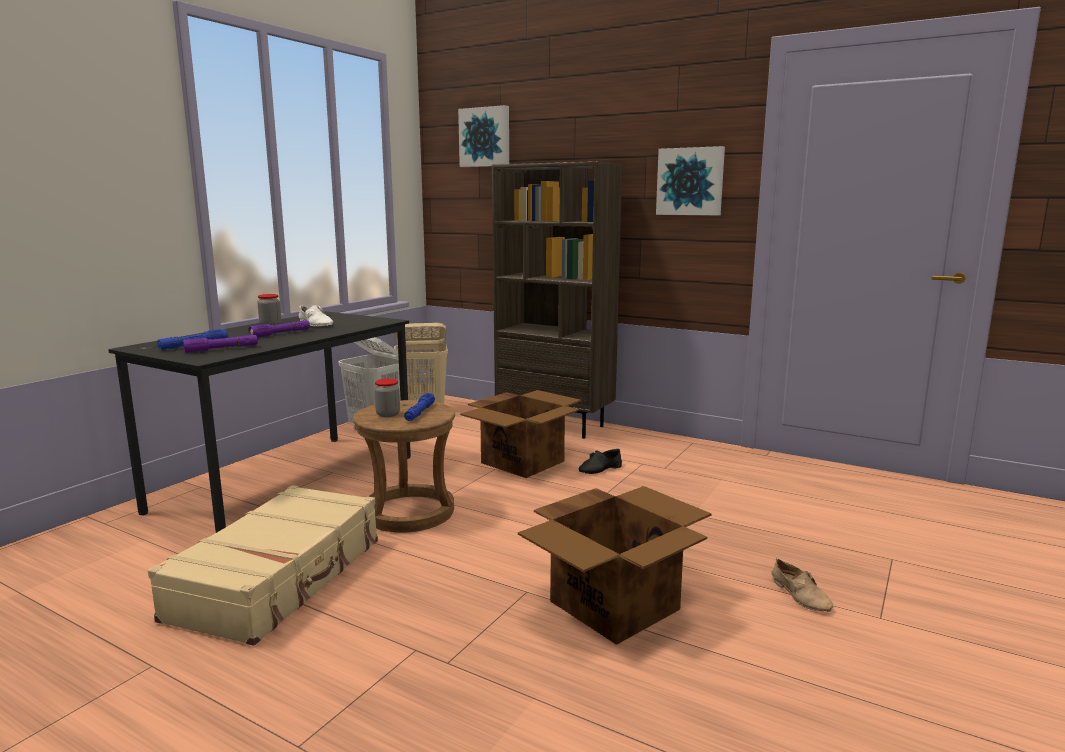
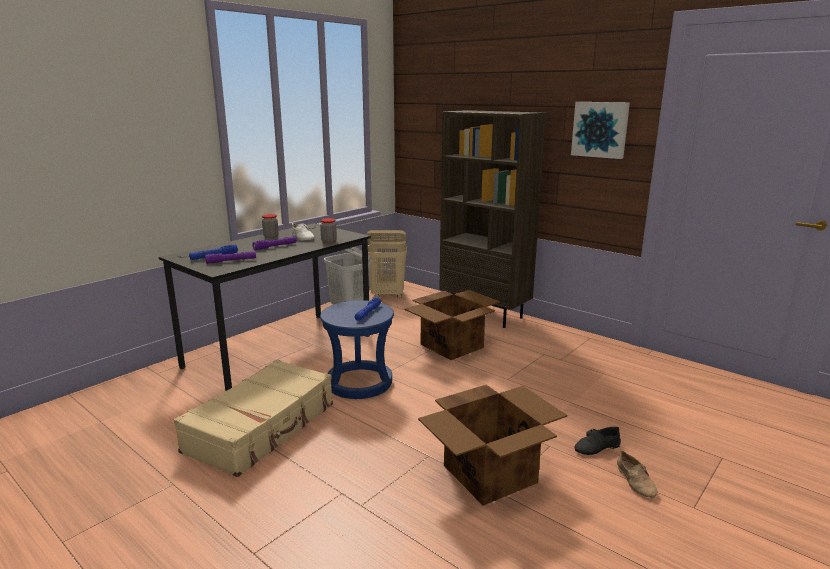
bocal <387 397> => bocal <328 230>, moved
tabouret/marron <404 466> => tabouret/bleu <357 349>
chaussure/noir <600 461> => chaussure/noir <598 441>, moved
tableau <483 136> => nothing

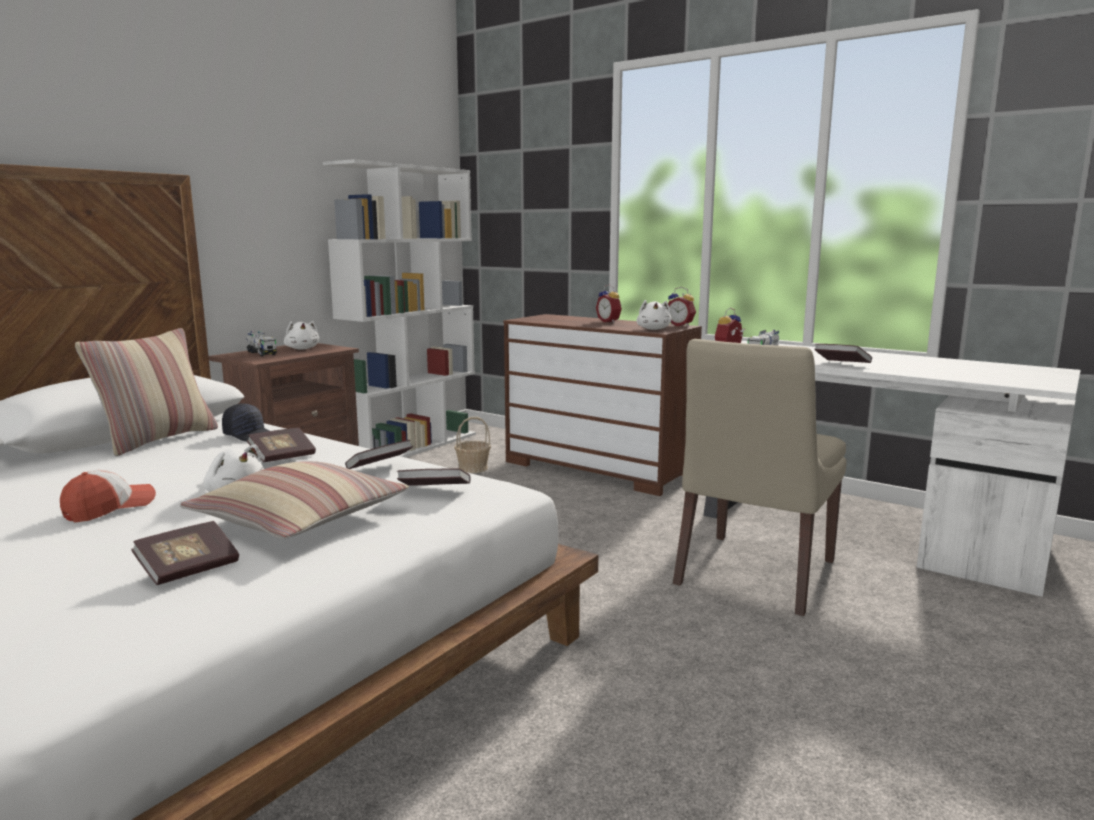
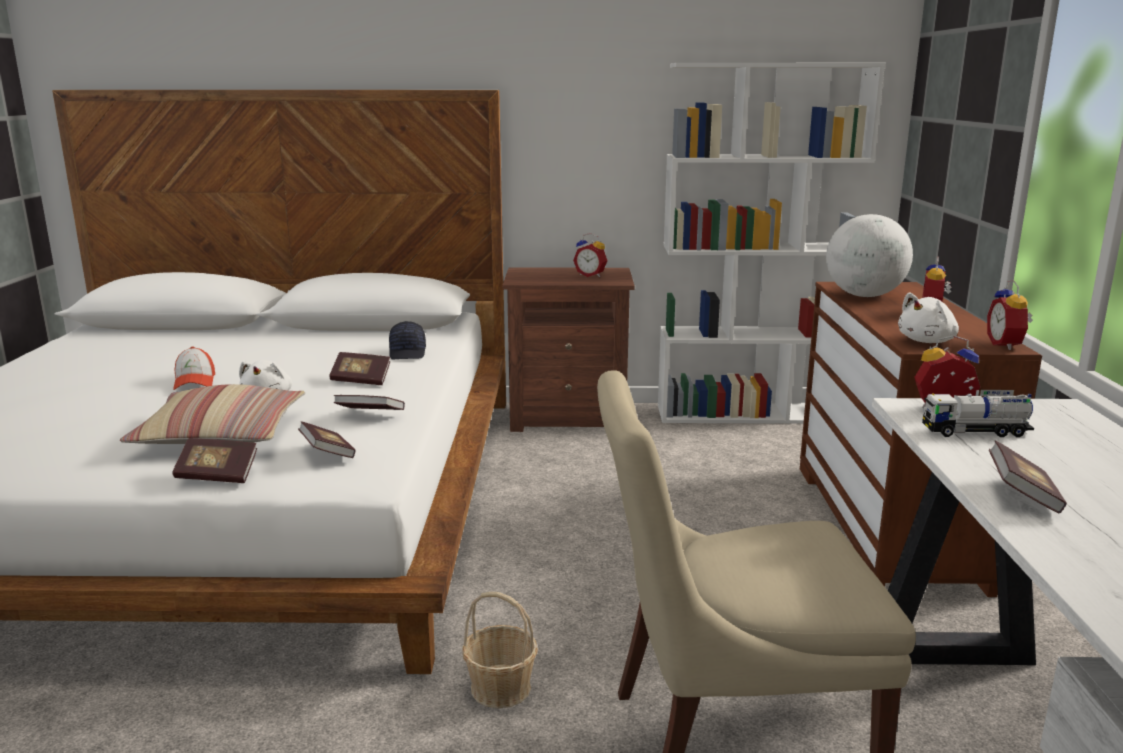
livre <185 553> => livre <214 460>, moved
casquette <108 496> => casquette <194 368>, 75 degrees clockwise
panier <472 445> => panier <500 650>, moved
peluche/blanc <301 335> => réveil <590 255>
nothing => globe <869 255>
coussin <146 392> => nothing
camion jouet <261 344> => nothing

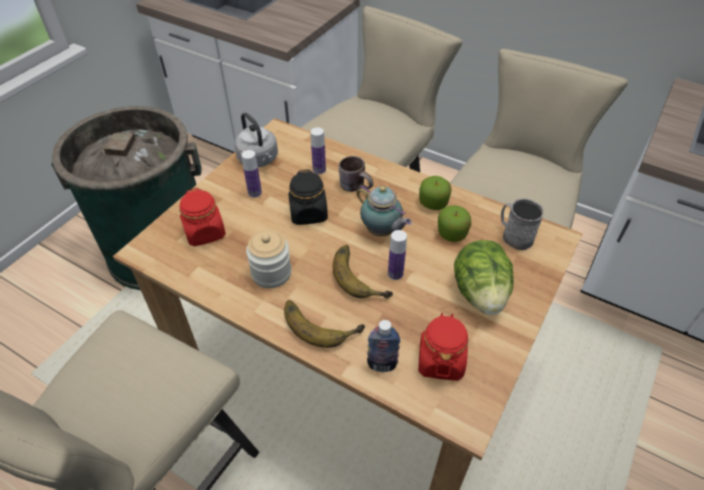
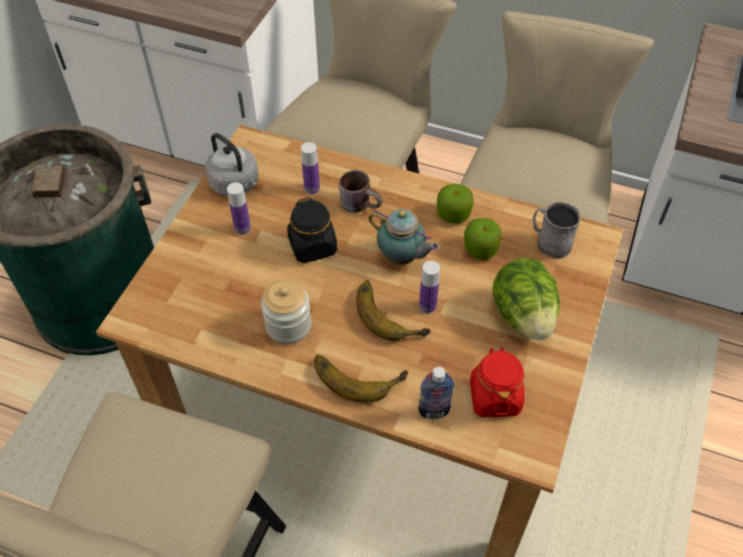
bocal/rouge <203 217> => nothing

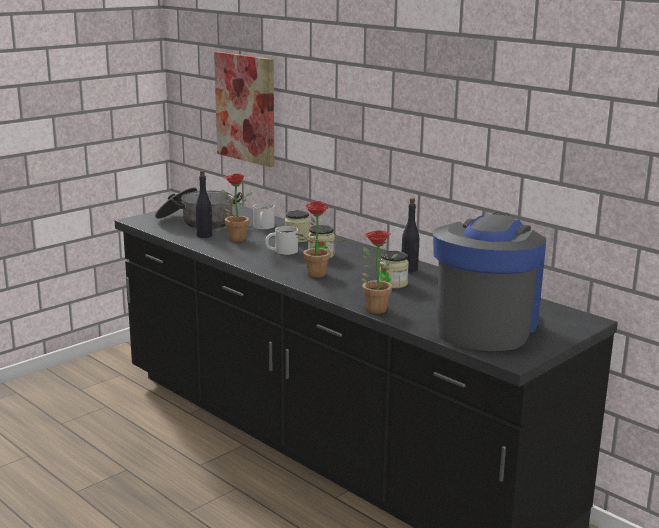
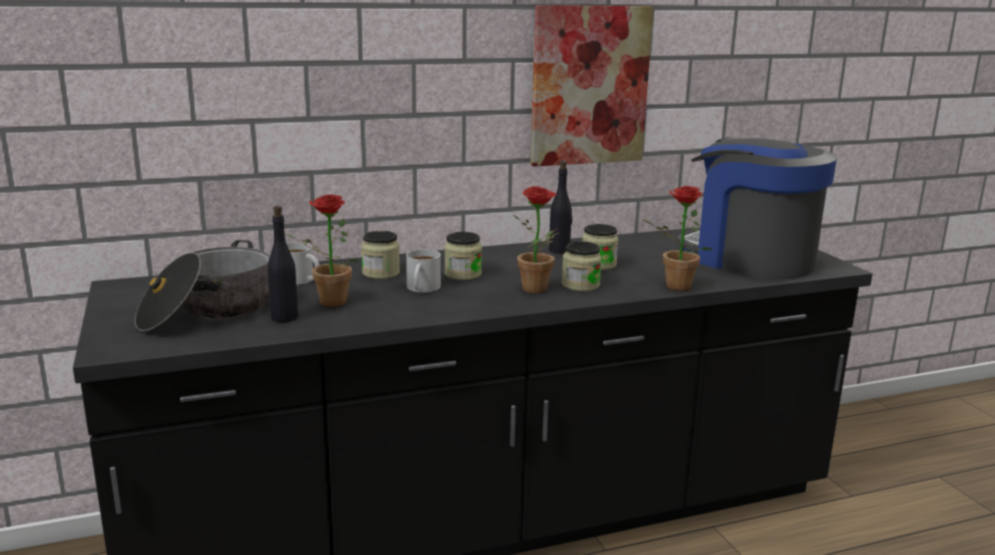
tableau <244 109> => tableau <592 86>, moved
nothing => bocal <582 266>

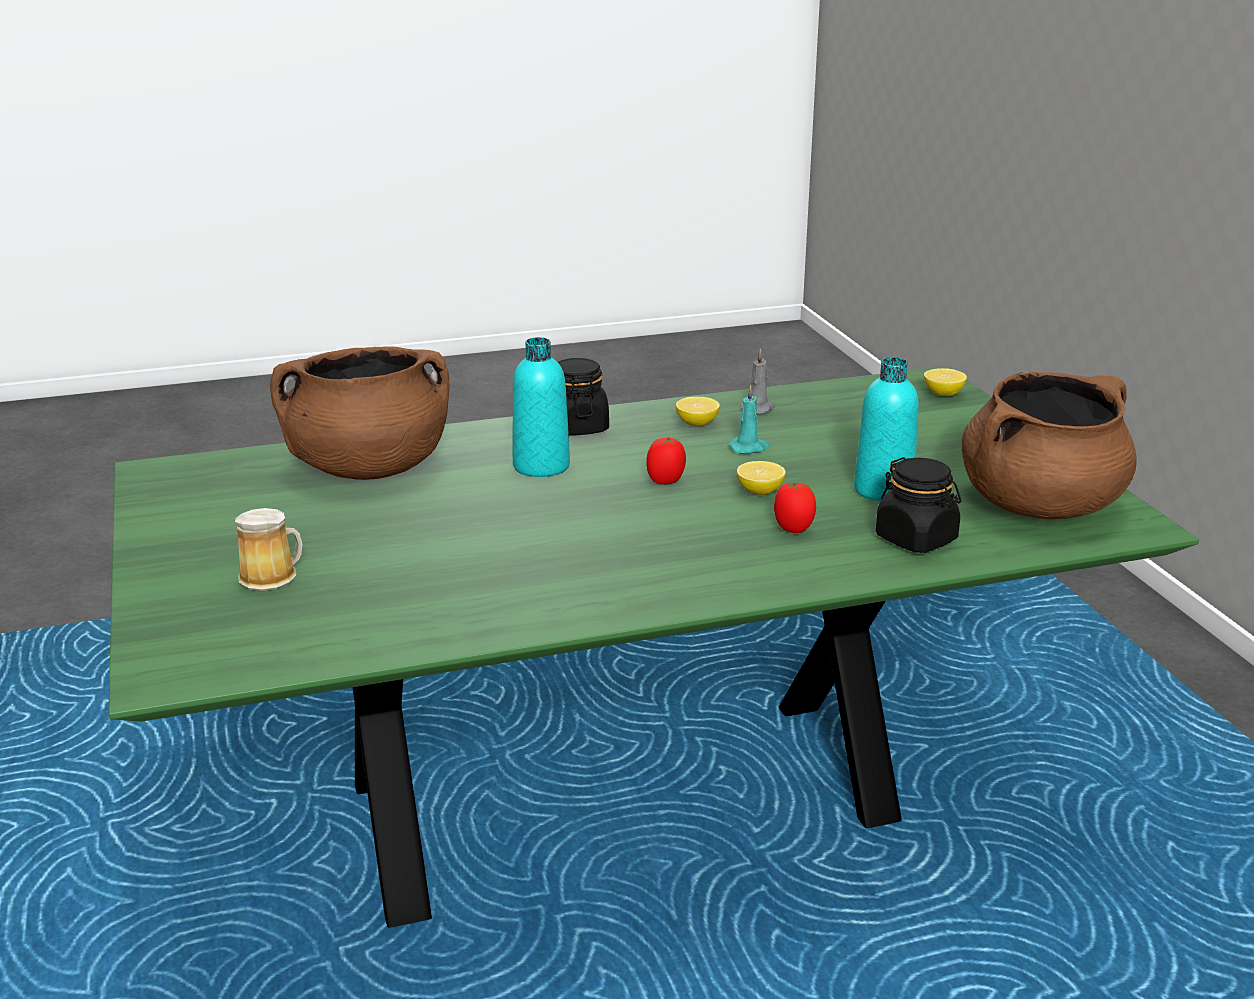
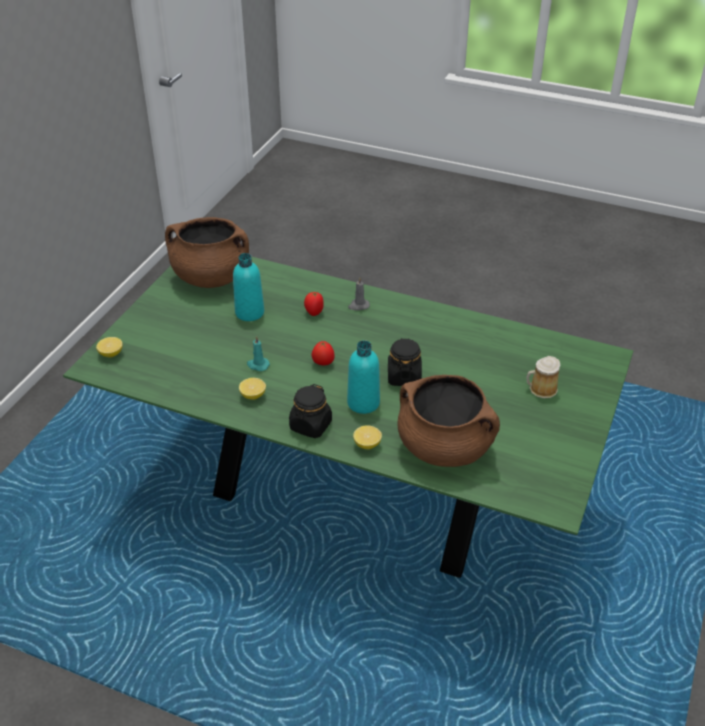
bougie/gris <757 381> => bougie/gris <359 294>, moved
citron <761 478> => citron <367 437>, moved
bocal/noir <918 505> => bocal/noir <405 362>, moved

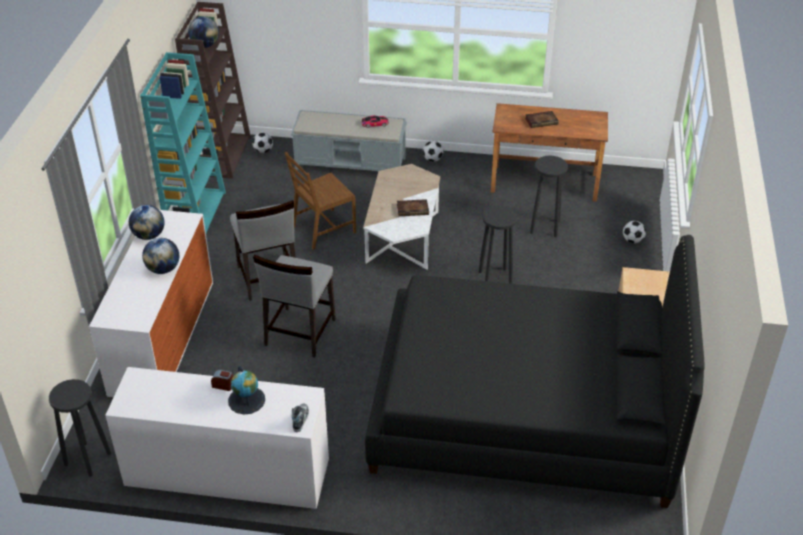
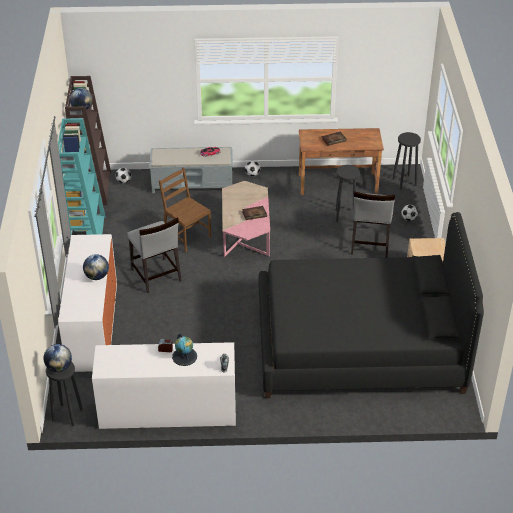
globe <146 222> => globe <57 358>, moved
chaise/marron <320 201> => chaise/marron <185 209>, 90 degrees clockwise
table basse/blanc <401 217> => table basse/rose <246 219>
chaise/gris <294 306> => chaise/gris <373 224>, moved
tabouret/noir <498 245> => tabouret/noir <406 160>, moved

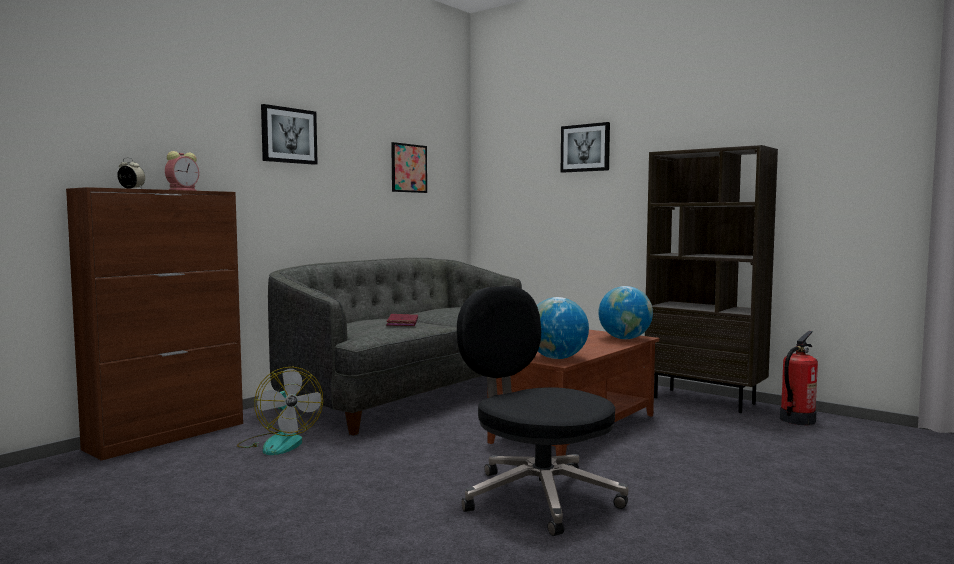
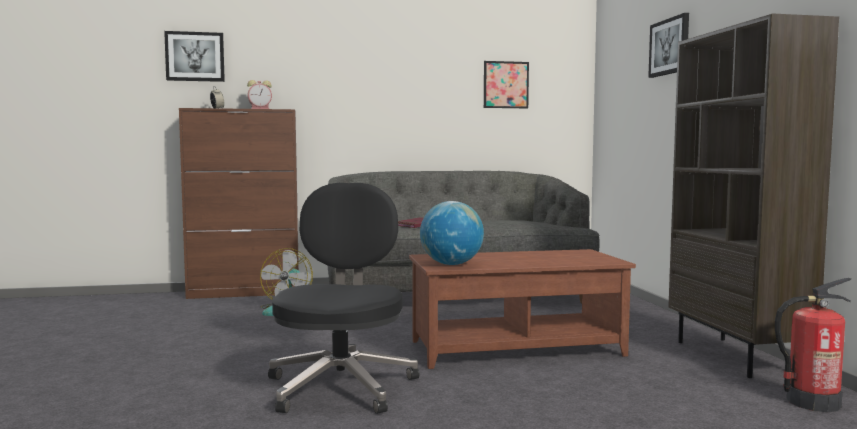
tableau <289 134> => tableau <194 56>, moved
globe <625 312> => nothing

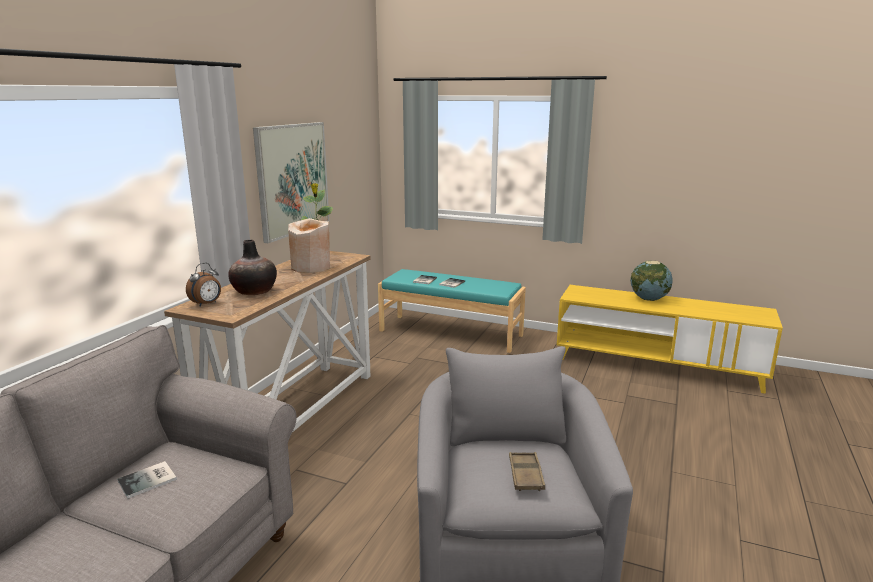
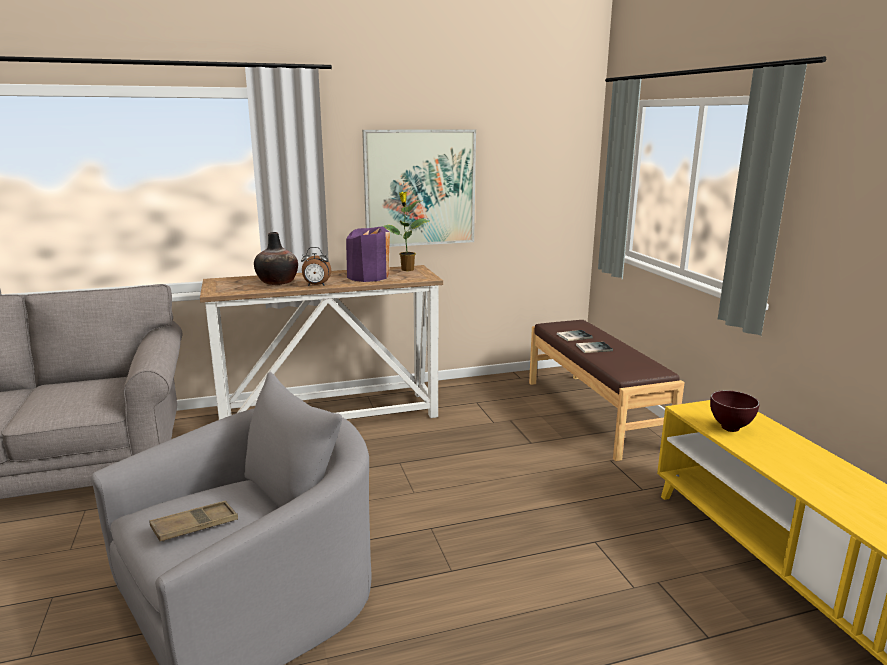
réveil <203 285> => réveil <316 266>, moved
vase/beige <309 245> => vase/violet <368 254>
banc/turquoise <452 311> => banc/marron <607 390>
nothing => bol/marron <735 411>
livre <147 480> => nothing
globe <651 281> => nothing

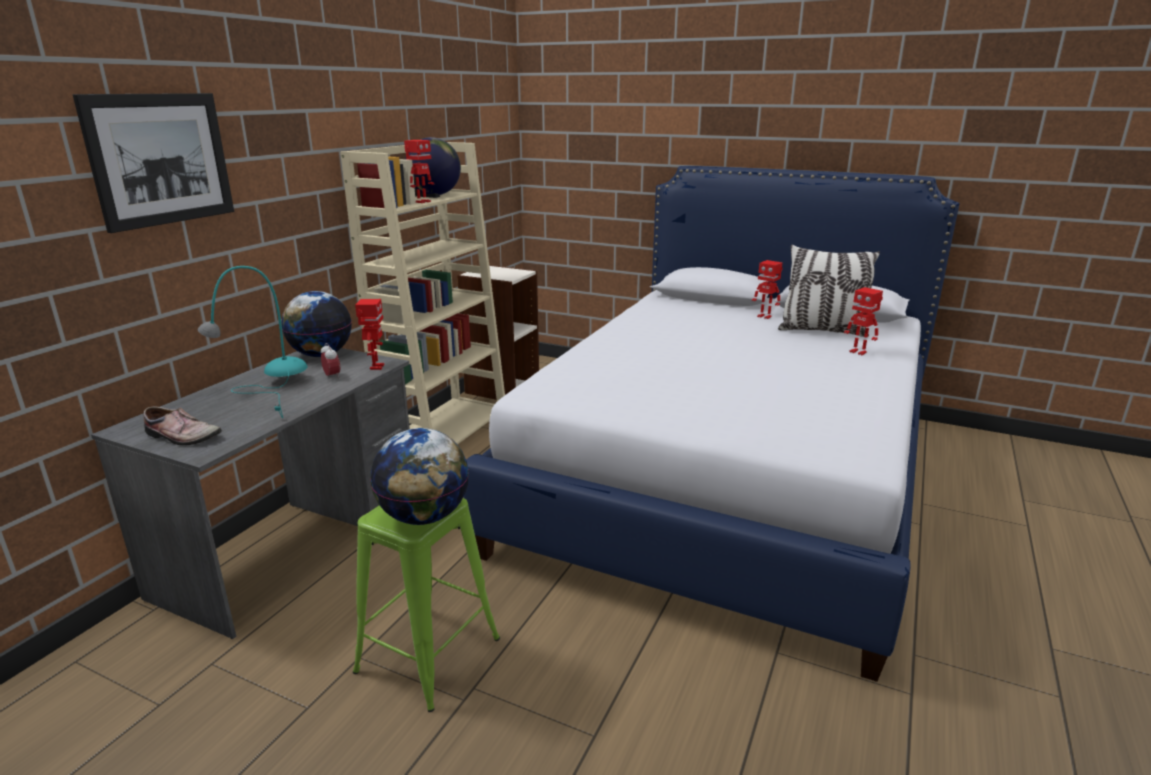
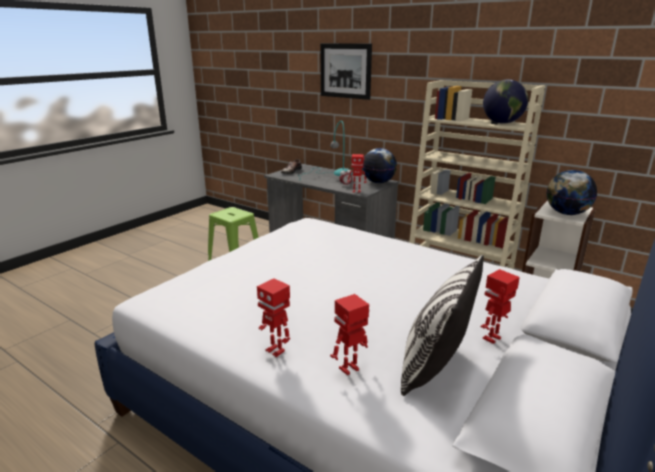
robot jouet <419 171> => robot jouet <273 317>, moved
globe <419 476> => globe <571 192>, moved

